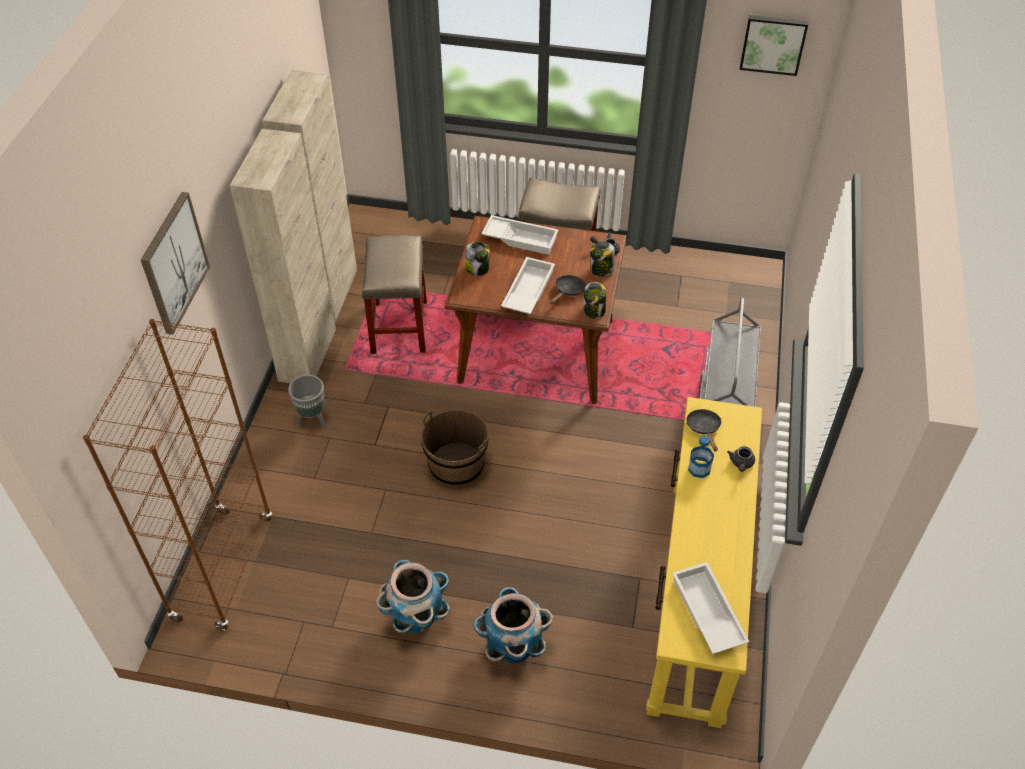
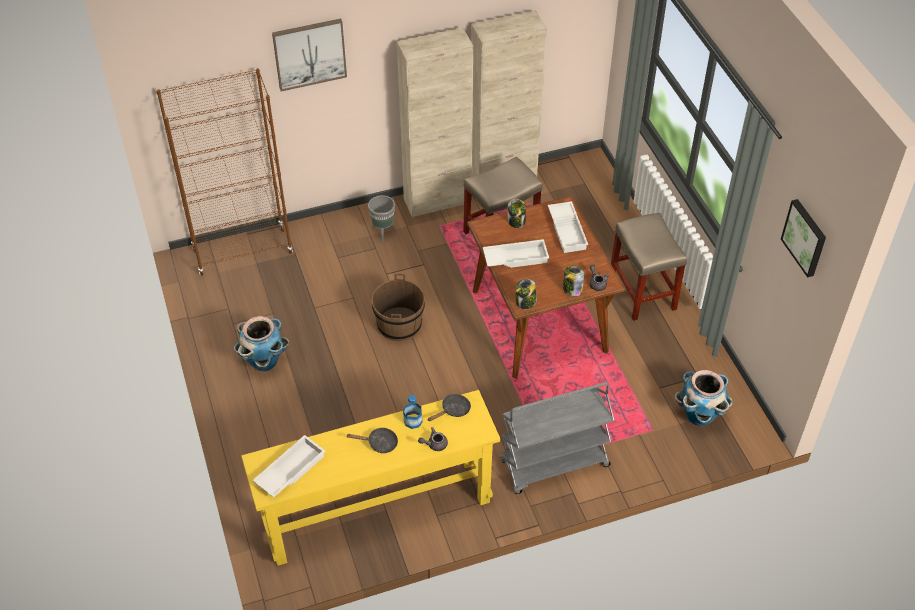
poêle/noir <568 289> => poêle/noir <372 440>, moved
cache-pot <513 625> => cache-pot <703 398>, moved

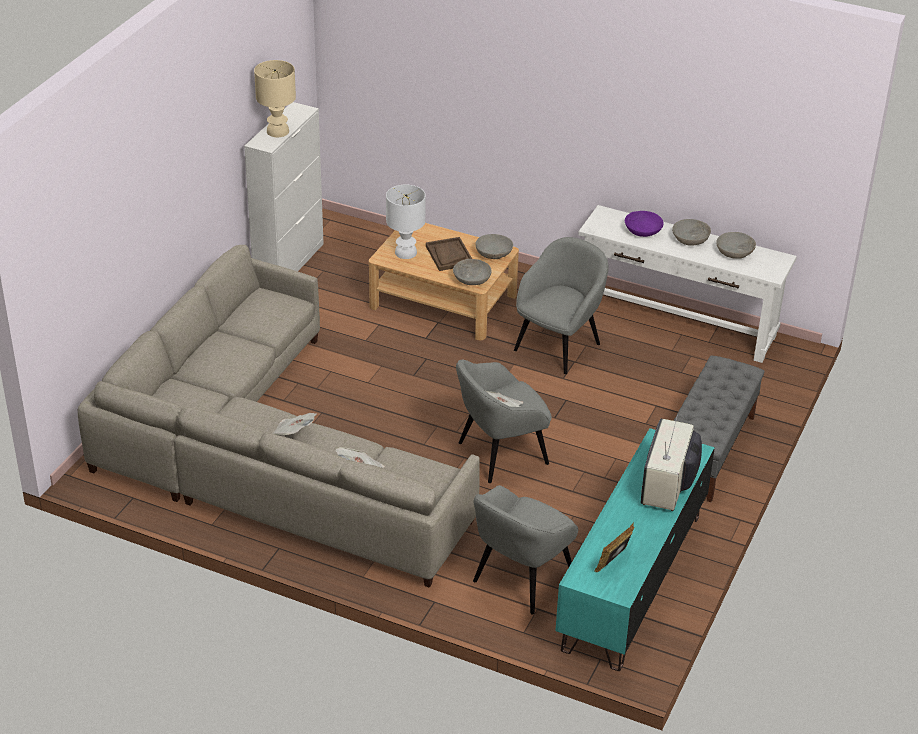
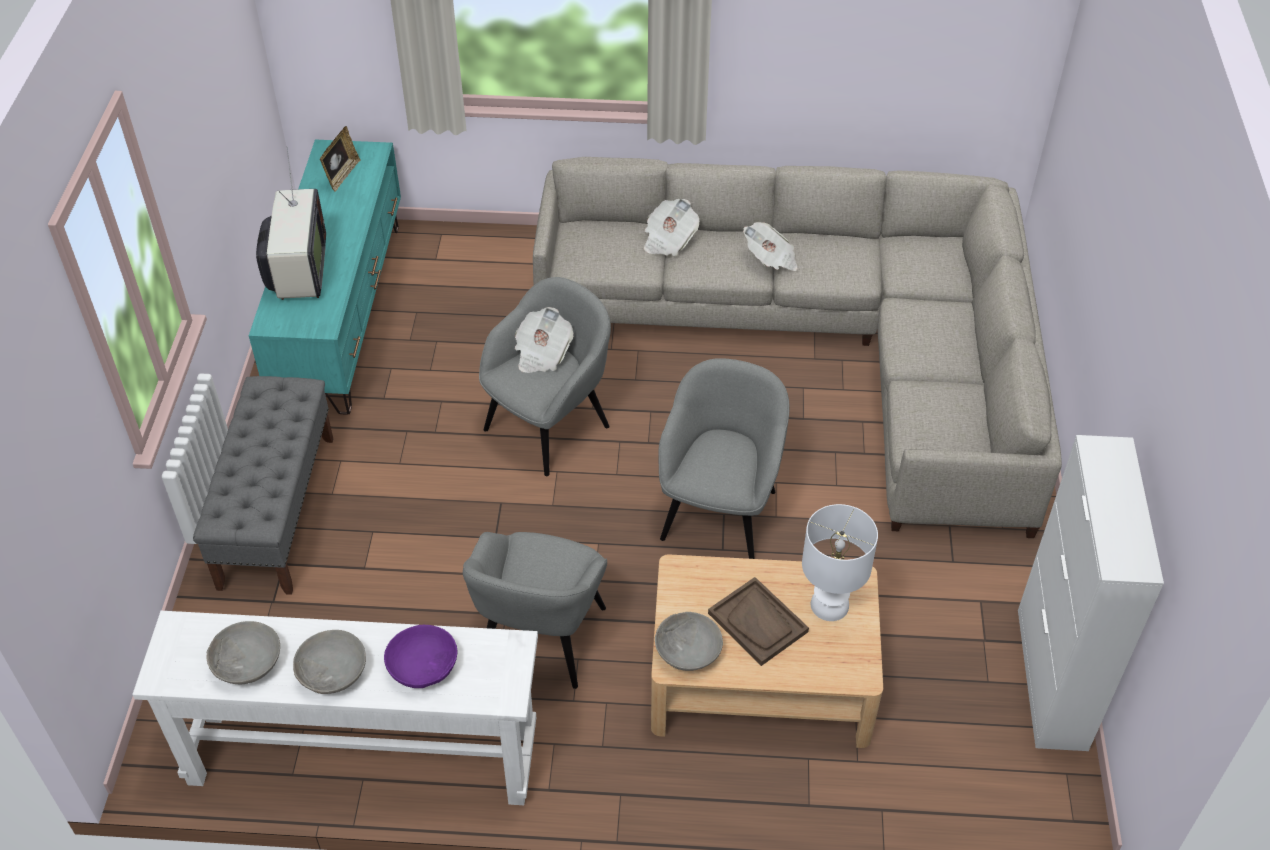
fauteuil/gris <525 550> => fauteuil/gris <724 458>, moved
lampe de table/beige <275 98> => nothing
bol/gris <472 272> => nothing

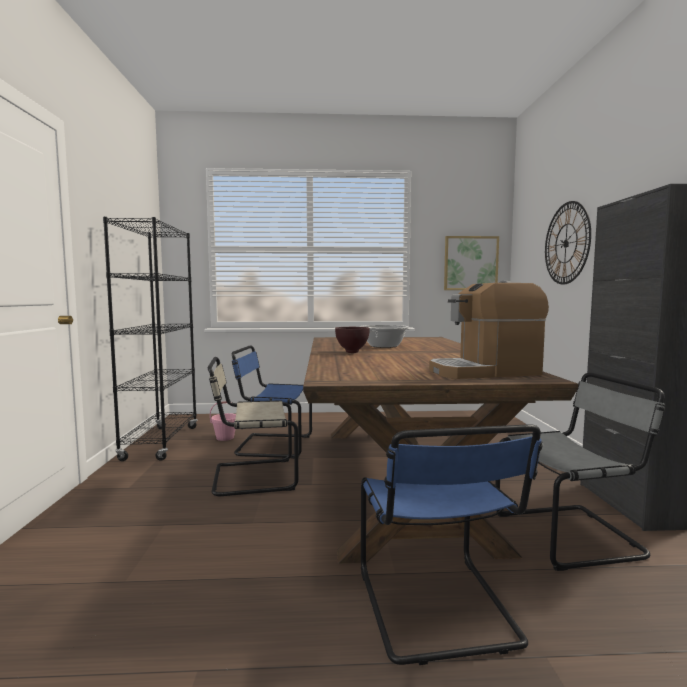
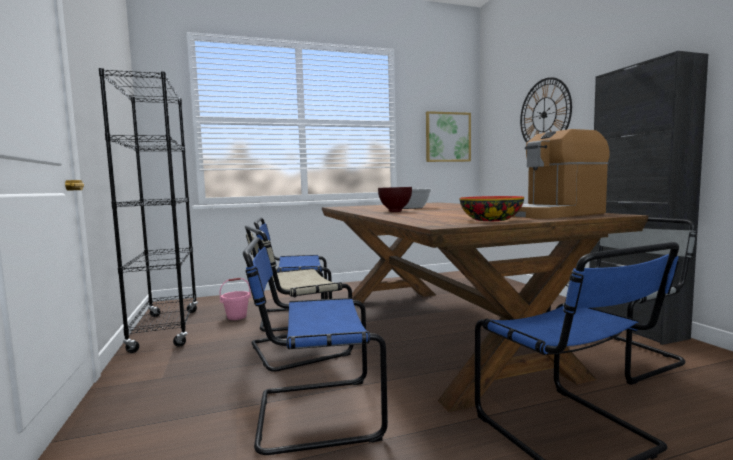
nothing => chaise/bleu <315 346>
nothing => bol <492 208>

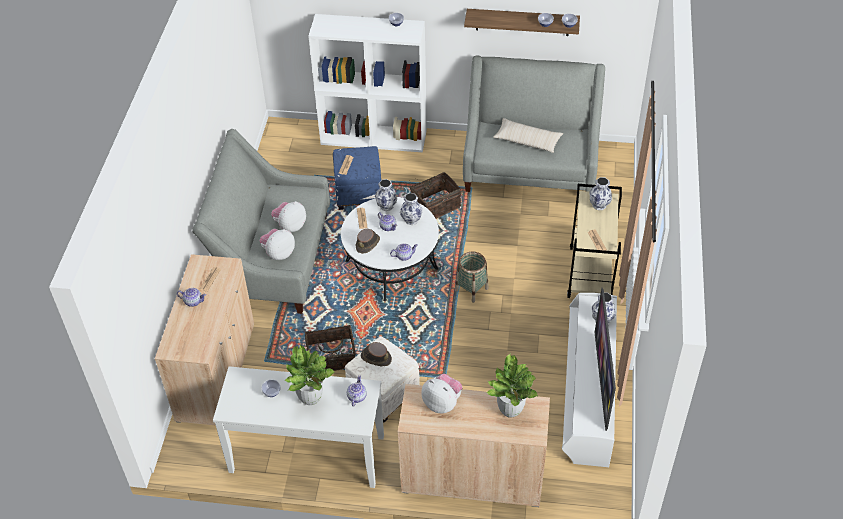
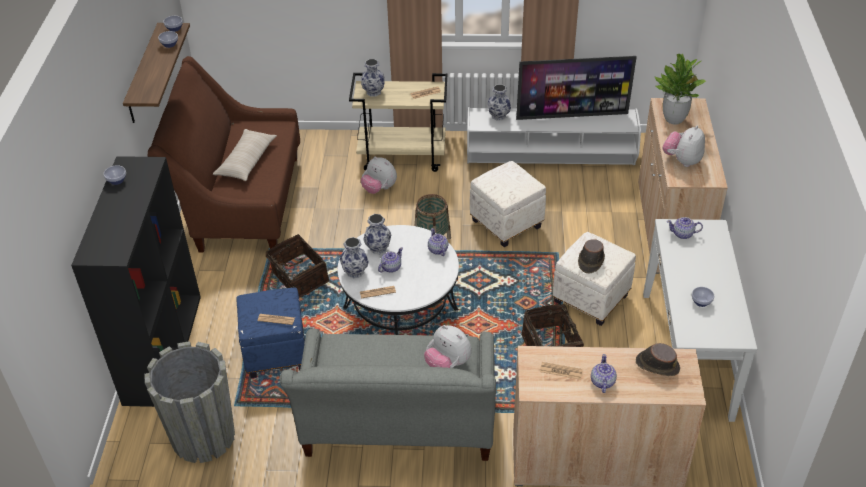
bibliothèque/blanc <367 83> => bibliothèque/noir <136 281>
nothing => cache-pot/gris <189 402>
canapé/gris <534 123> => canapé/marron <223 154>
peluche <288 216> => peluche <379 175>, moved
nothing => pouf/blanc <508 204>
chapeau/marron <368 241> => chapeau/marron <658 359>, moved
plante en pot <310 375> => nothing

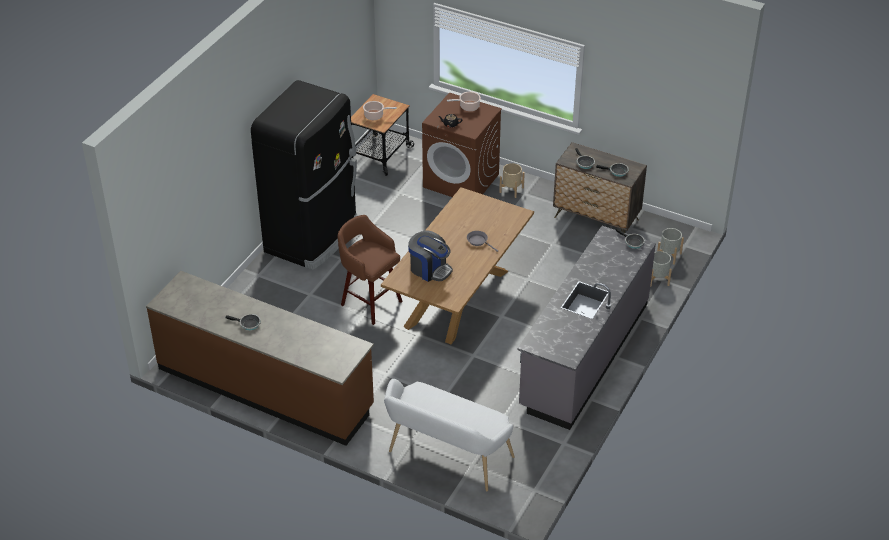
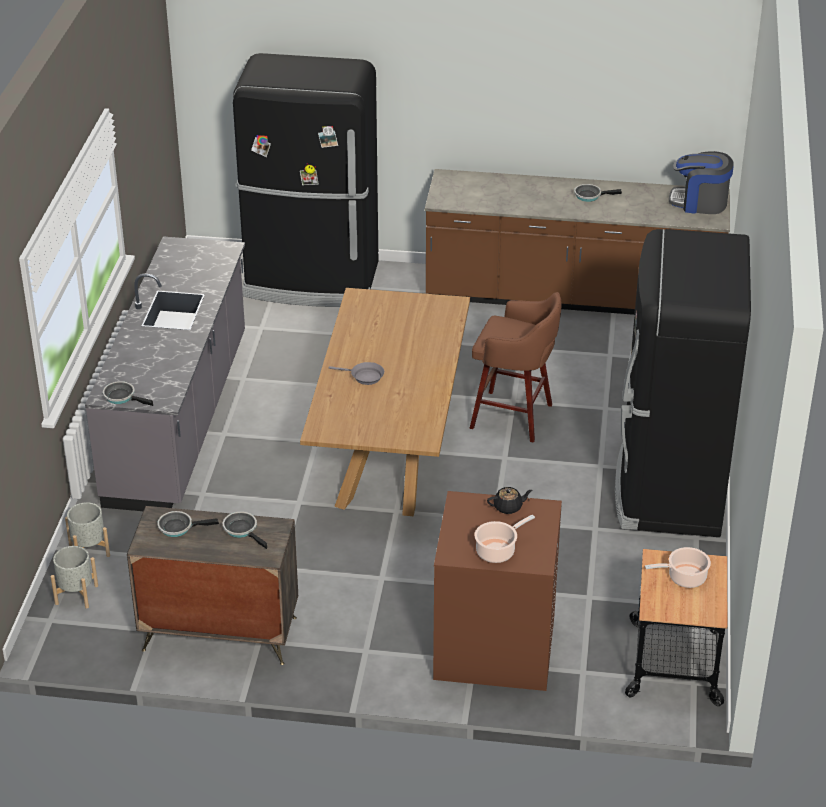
banc/blanc <449 435> => réfrigérateur/noir <306 180>
machine à café <430 256> => machine à café <701 182>, moved
cache-pot/beige <512 180> => nothing

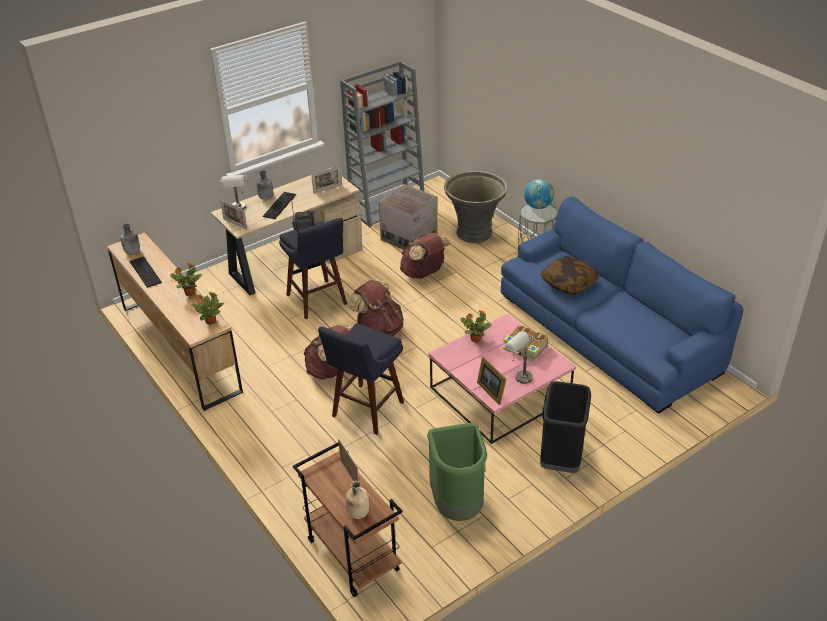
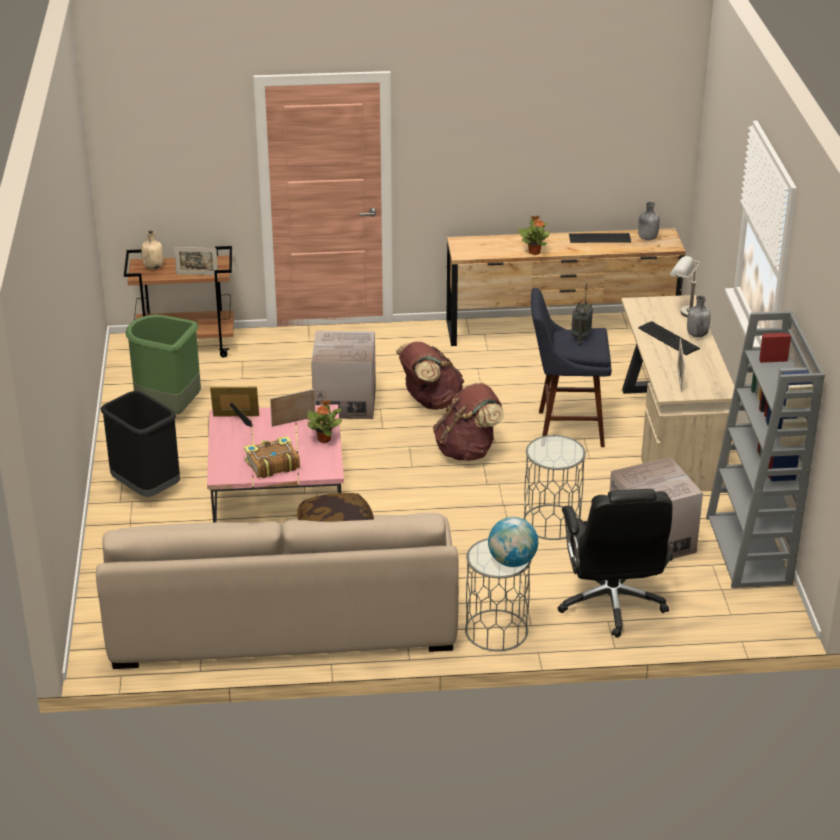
canapé/bleu <622 305> => canapé/beige <277 591>
cadre photo <233 215> => cadre photo <292 408>, moved
tabouret/bleu <361 379> => carton <343 375>
sac à dos/marron <425 256> => table d'appoint/gris <554 487>
cache-pot/gris <475 207> => chaise de bureau/noir <614 563>
plante en pot <207 308> => nothing
lampe de table/gris <519 357> => nothing

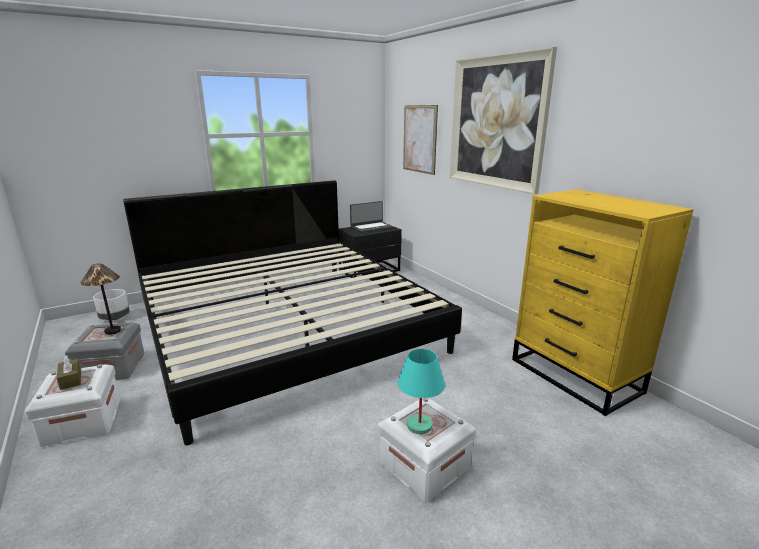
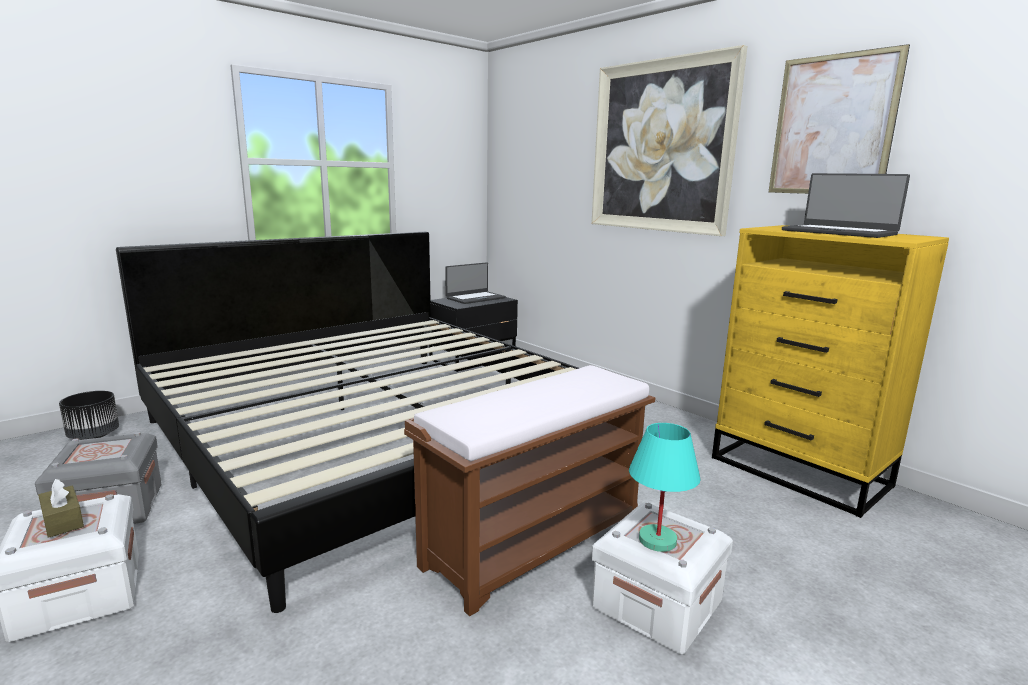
cache-pot/blanc <111 304> => cache-pot/noir <89 415>
nothing => banc/marron <530 490>
tableau <420 140> => tableau <839 119>, moved
nothing => ordinateur portable <846 205>
lampe de table <101 299> => nothing

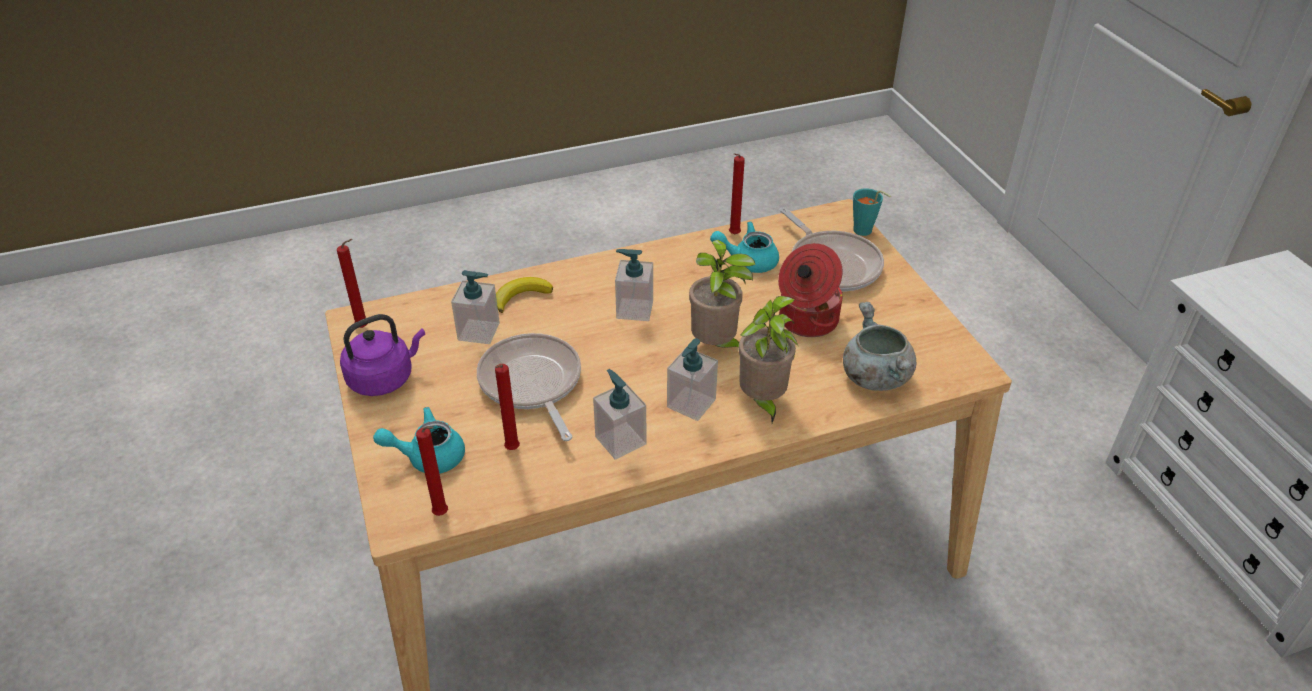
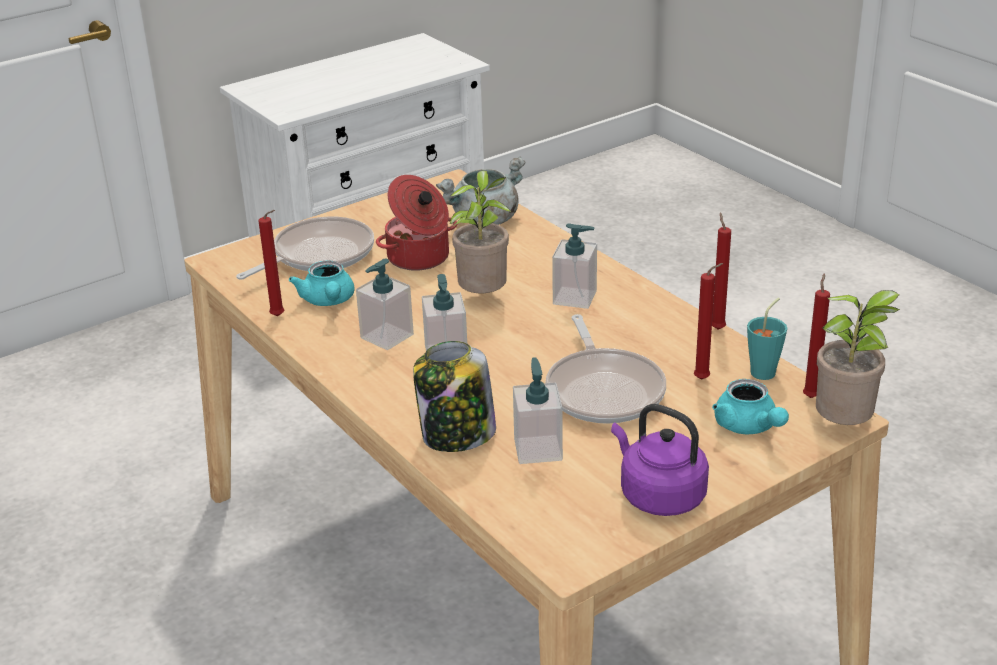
distributeur de savon <620 414> => distributeur de savon <385 304>, moved
banane <524 295> => bocal <454 396>
poêle <529 387> => poêle <605 369>, 60 degrees counterclockwise
bougie/rouge <352 283> => bougie/rouge <721 271>, moved
tasse/turquoise <872 212> => tasse/turquoise <767 339>, moved
plante en pot <768 359> => plante en pot <858 357>, moved

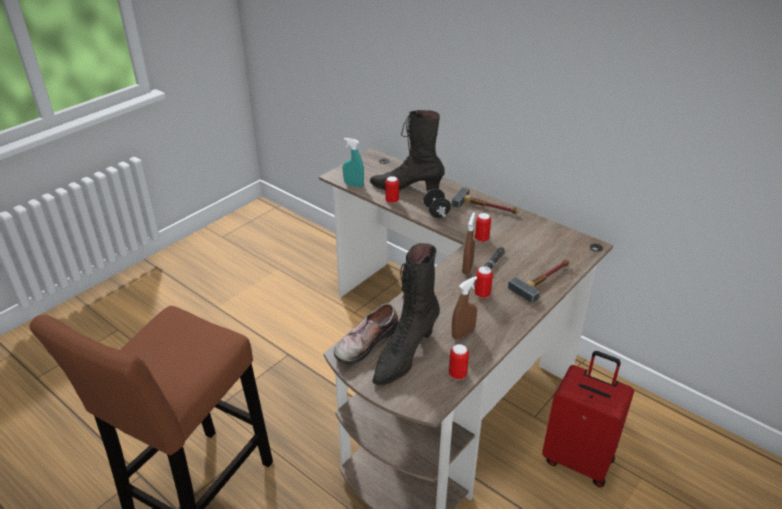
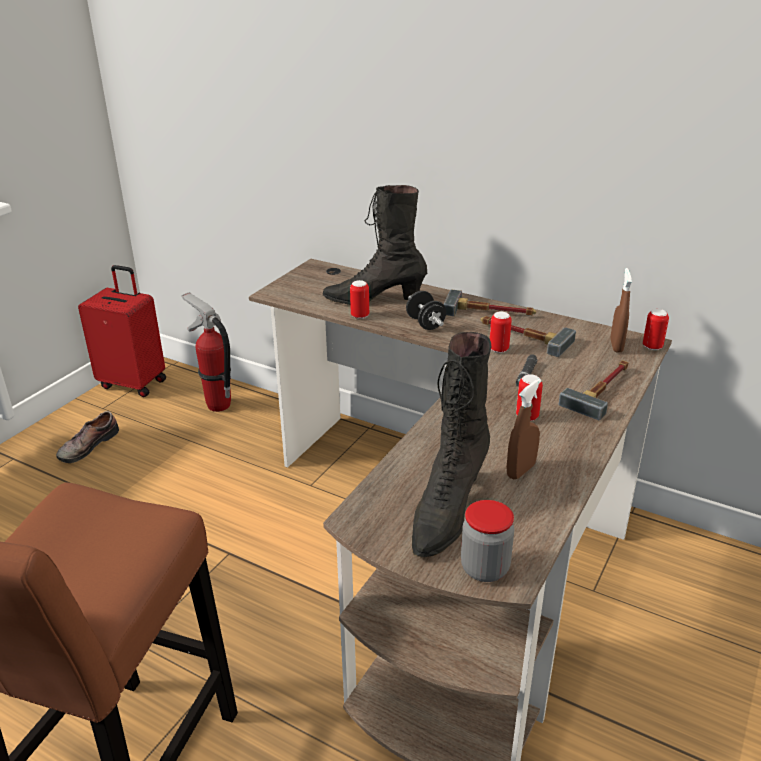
chaussure <366 334> => chaussure <87 437>, moved
valise/rouge <588 419> => valise/rouge <122 331>, moved
nothing => extincteur <206 352>
nothing => bocal <487 541>
nothing => marteau <528 336>
vaporisateur/marron <468 243> => vaporisateur/marron <621 310>, moved
boîte métallique <459 362> => boîte métallique <656 329>, moved
vaporisateur/turquoise <353 162> => nothing

